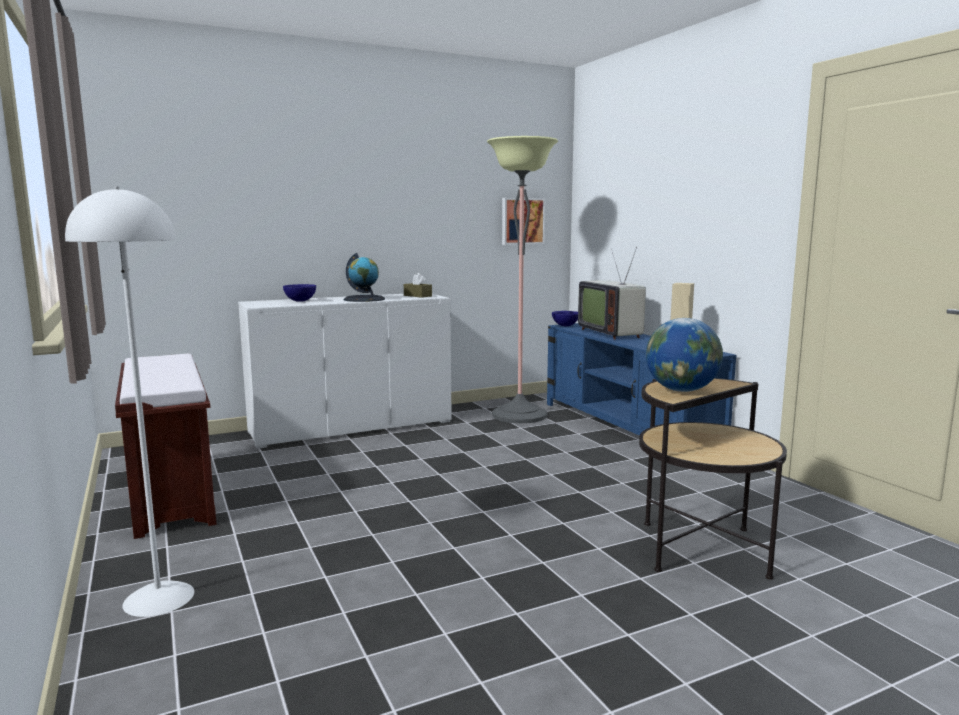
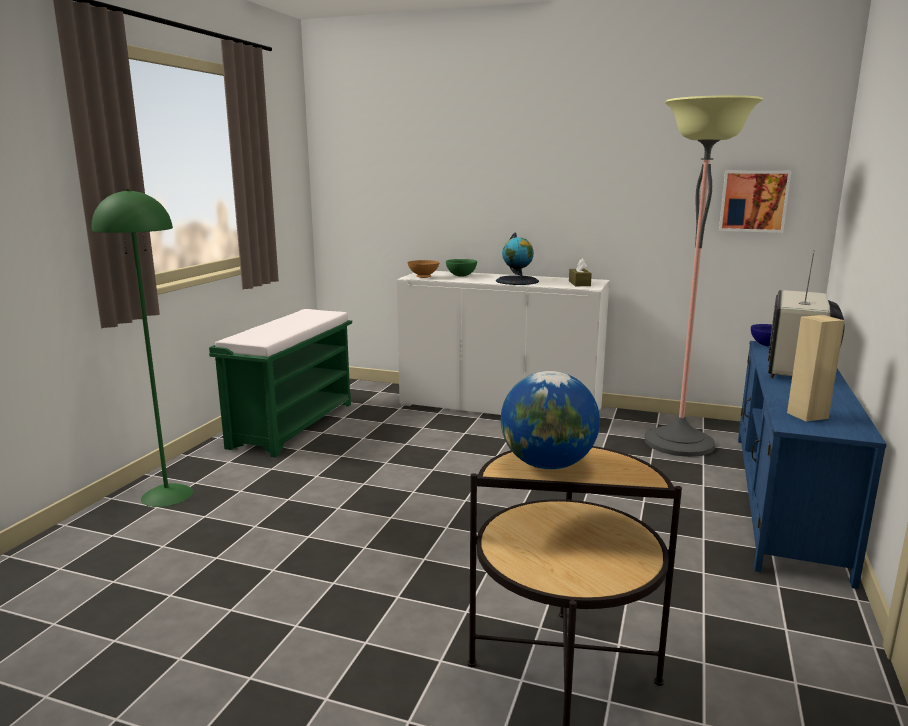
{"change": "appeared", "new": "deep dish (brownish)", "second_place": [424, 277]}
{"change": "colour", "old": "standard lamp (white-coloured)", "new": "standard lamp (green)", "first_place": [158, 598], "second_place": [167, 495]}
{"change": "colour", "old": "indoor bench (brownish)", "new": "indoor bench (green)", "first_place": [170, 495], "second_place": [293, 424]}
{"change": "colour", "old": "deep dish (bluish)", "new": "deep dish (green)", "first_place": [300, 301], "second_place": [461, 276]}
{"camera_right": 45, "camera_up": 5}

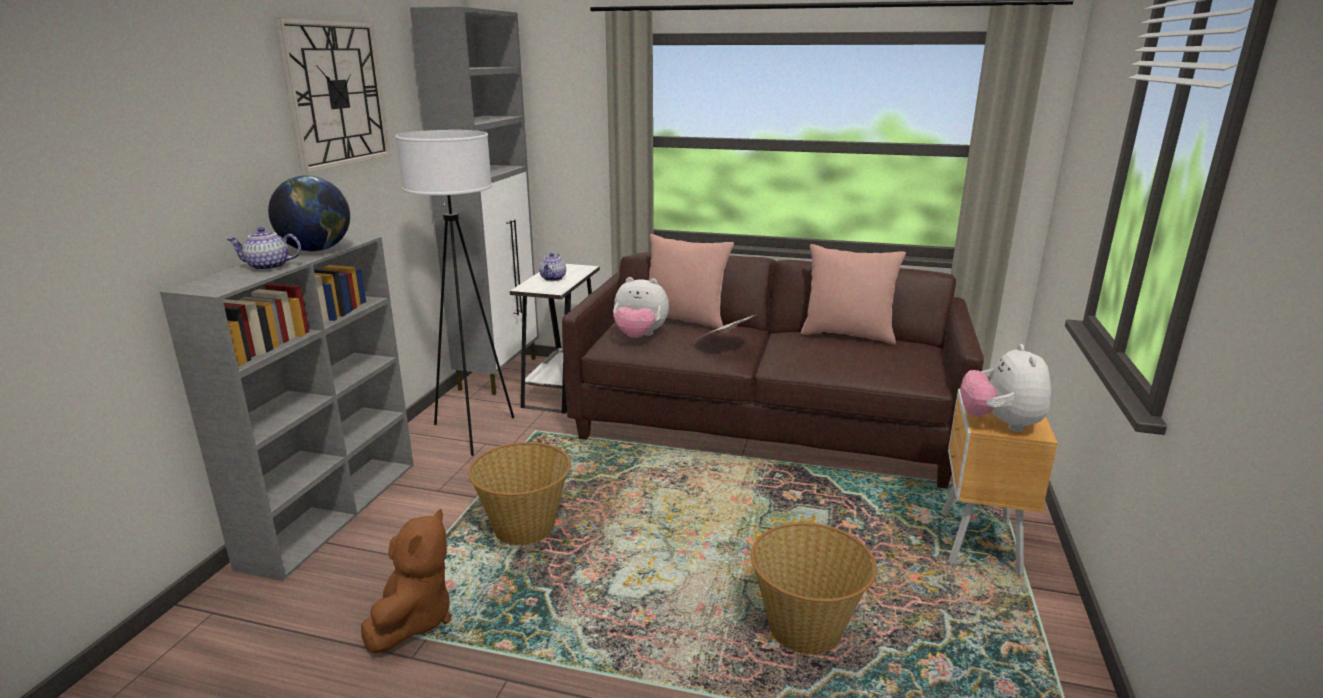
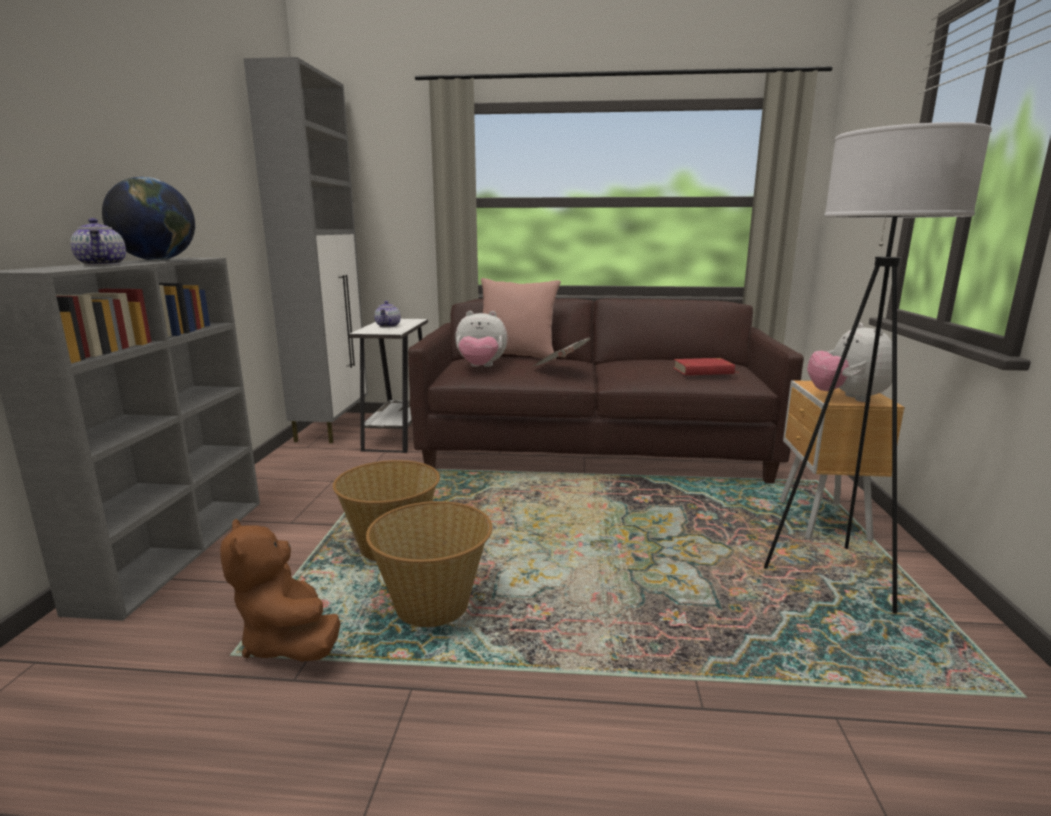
{"change": "missing", "old": "clock on the wall", "first_place": [336, 94]}
{"change": "missing", "old": "cushion (pink-coloured)", "first_place": [847, 335]}
{"change": "appeared", "new": "book (reddish)", "second_place": [703, 371]}
{"change": "relocated", "old": "standard lamp (white-coloured)", "first_place": [473, 432], "second_place": [834, 576]}
{"change": "relocated", "old": "storage basket", "first_place": [806, 628], "second_place": [434, 604]}
{"change": "spun", "old": "pot for tea", "first_place": [268, 267], "second_place": [103, 264], "degrees": -105}
{"change": "spun", "old": "plush toy (brownish)", "first_place": [413, 620], "second_place": [288, 642], "degrees": 150}
{"camera_right": -10, "camera_up": -5}

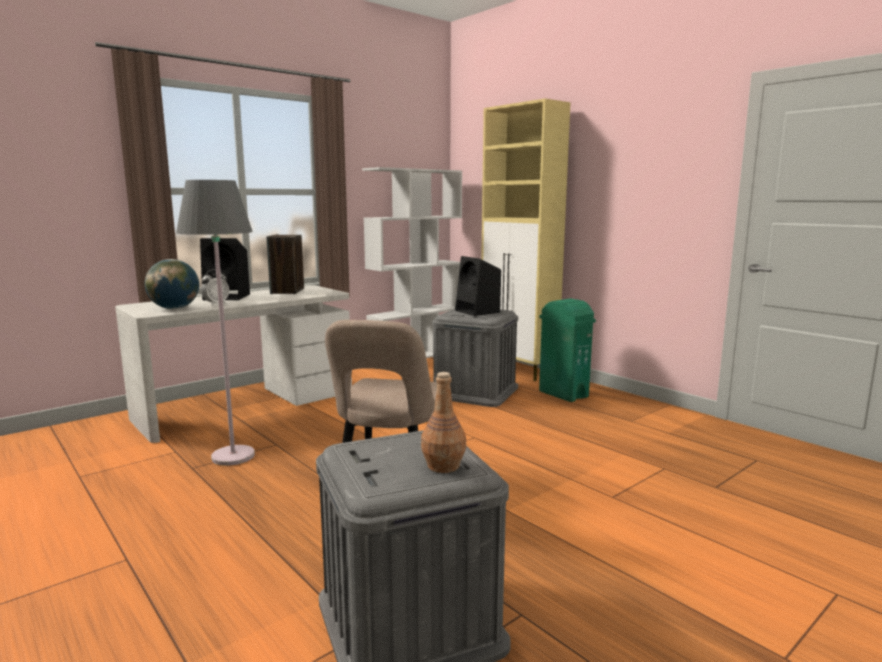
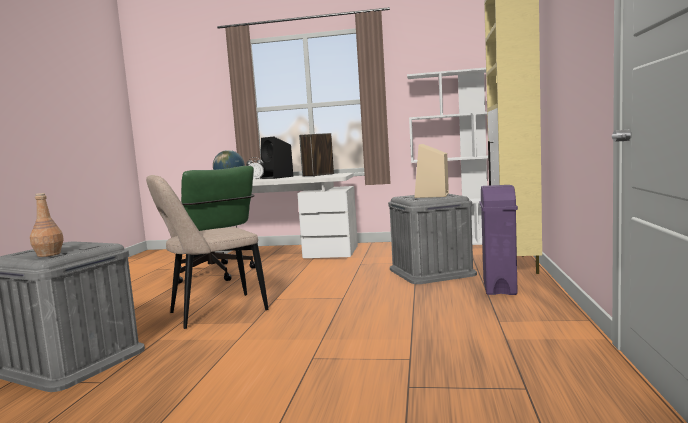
{"change": "exchanged", "old": "standard lamp (gray)", "new": "computer chair (green)", "first_place": [233, 456], "second_place": [215, 275]}
{"change": "colour", "old": "audio speaker (blackish)", "new": "audio speaker (beige-coloured)", "first_place": [478, 311], "second_place": [432, 195]}
{"change": "colour", "old": "rubbish bin (green)", "new": "rubbish bin (purplish)", "first_place": [563, 394], "second_place": [499, 288]}
{"camera_right": 50, "camera_up": -5}

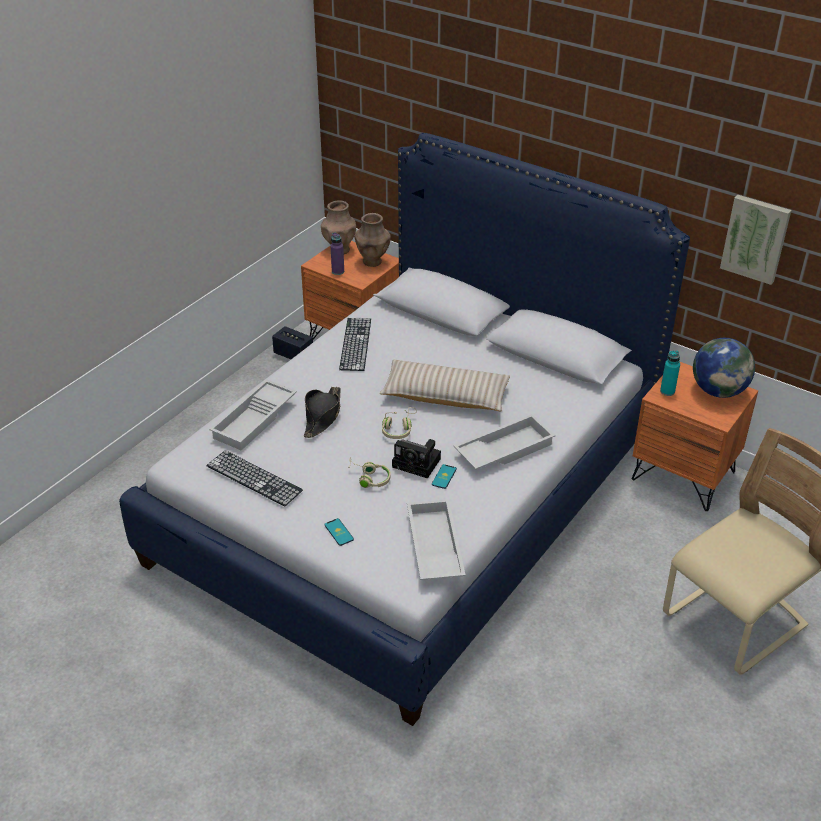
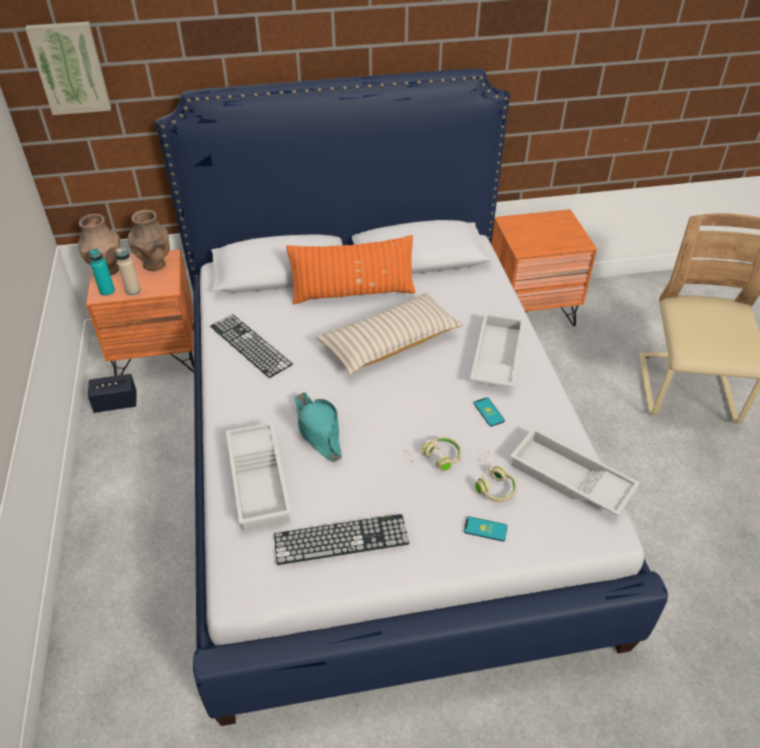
{"change": "missing", "old": "still camera", "first_place": [418, 463]}
{"change": "missing", "old": "desk globe", "first_place": [718, 391]}
{"change": "appeared", "new": "cushion (orangey)", "second_place": [353, 293]}
{"change": "relocated", "old": "pair of headphones (beige-coloured)", "first_place": [399, 429], "second_place": [492, 484]}
{"change": "relocated", "old": "drink bottle (turquoise)", "first_place": [667, 391], "second_place": [107, 291]}
{"change": "relocated", "old": "picture", "first_place": [756, 238], "second_place": [70, 68]}
{"change": "colour", "old": "wearable hat (blackish)", "new": "wearable hat (turquoise)", "first_place": [322, 416], "second_place": [318, 431]}
{"change": "colour", "old": "drink bottle (purplish)", "new": "drink bottle (beige-coloured)", "first_place": [338, 271], "second_place": [133, 290]}
{"camera_right": -45, "camera_up": 5}

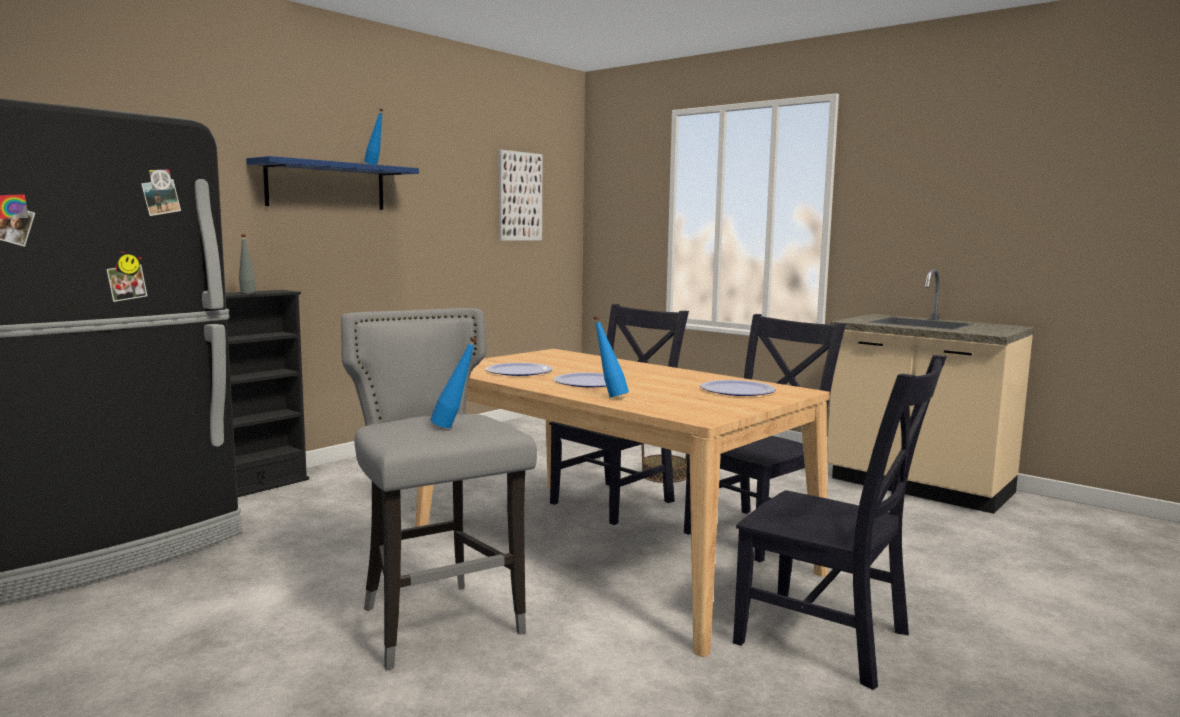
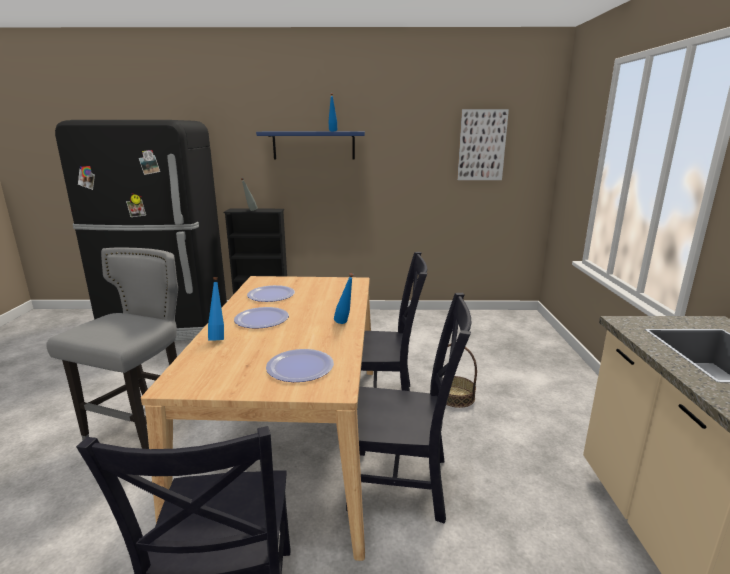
{"change": "relocated", "old": "drink bottle (bluish)", "first_place": [454, 427], "second_place": [345, 324]}
{"camera_right": 50, "camera_up": 10}

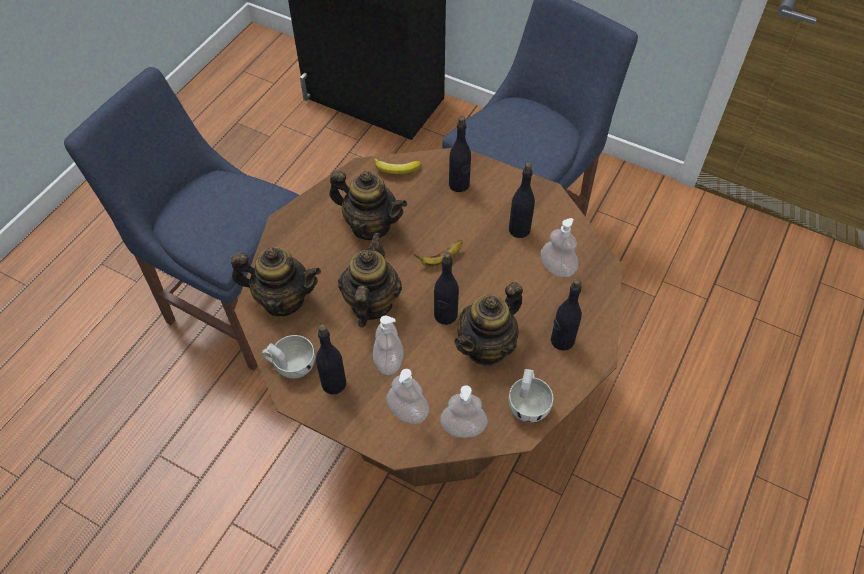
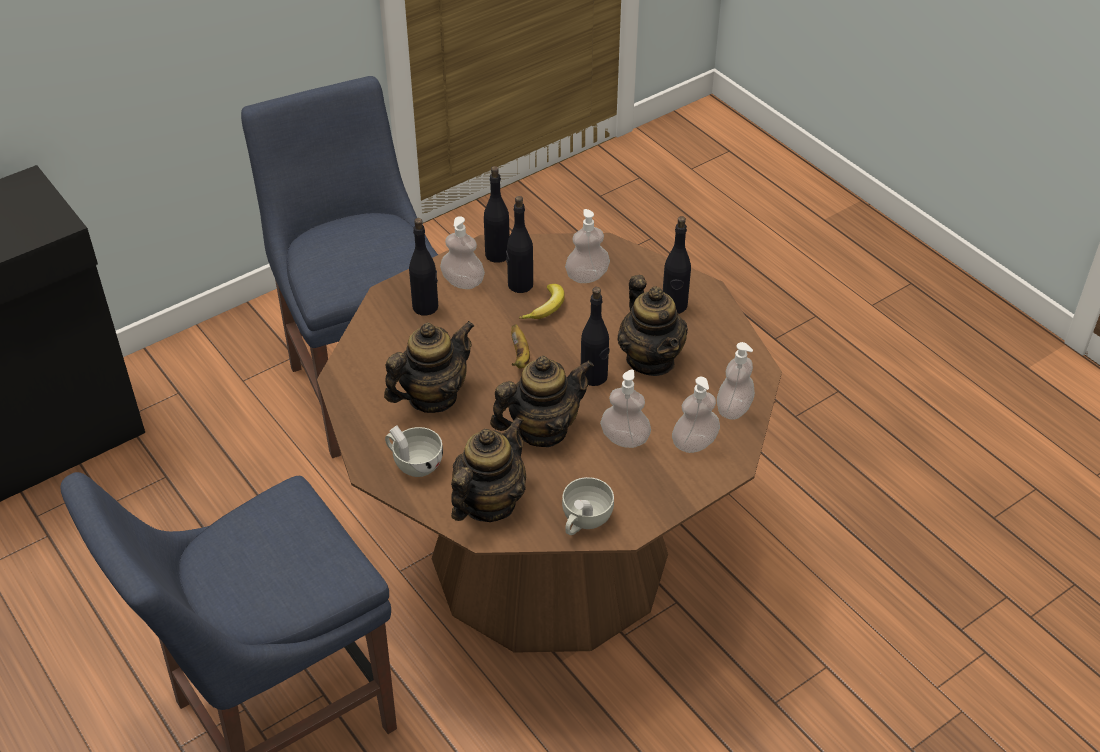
{"change": "appeared", "new": "liquid soap bottle", "second_place": [463, 282]}
{"change": "relocated", "old": "drink bottle (blackish)", "first_place": [334, 383], "second_place": [497, 254]}
{"change": "relocated", "old": "banana fruit", "first_place": [396, 170], "second_place": [546, 307]}
{"change": "relocated", "old": "cup (white-coloured)", "first_place": [528, 403], "second_place": [413, 463]}
{"change": "spun", "old": "pot for tea", "first_place": [371, 303], "second_place": [542, 430], "degrees": 120}
{"camera_right": -65, "camera_up": -10}

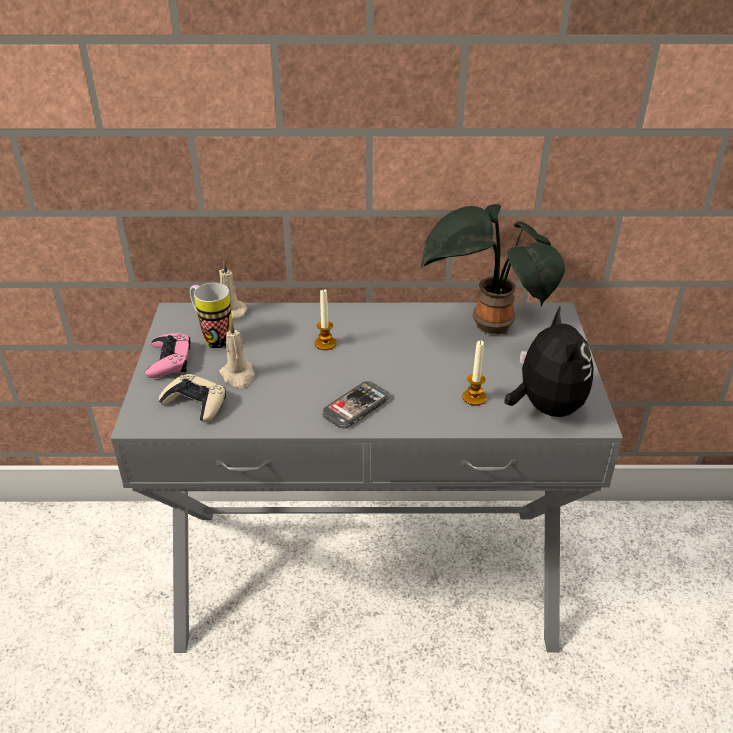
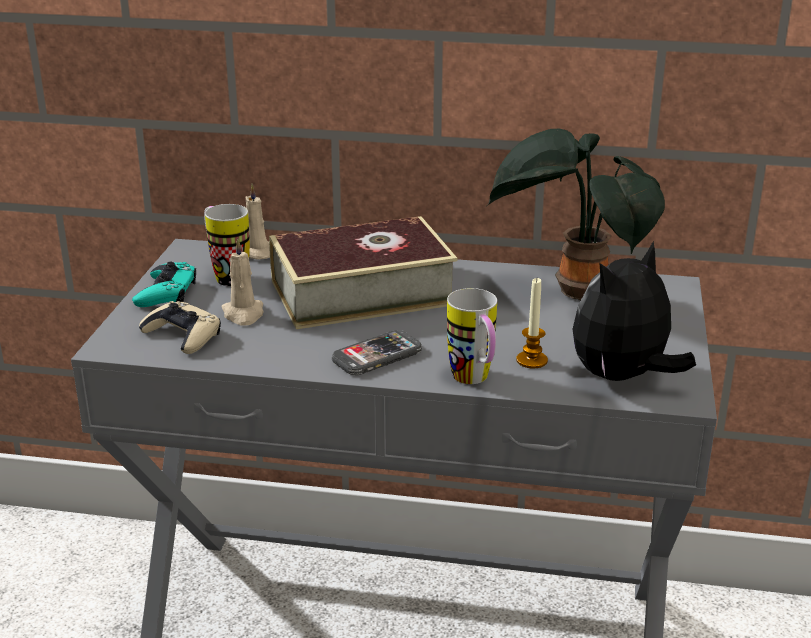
{"change": "appeared", "new": "mug", "second_place": [474, 381]}
{"change": "exchanged", "old": "wax candle", "new": "book", "first_place": [325, 343], "second_place": [361, 292]}
{"change": "colour", "old": "gamepad (pink-coloured)", "new": "gamepad (turquoise)", "first_place": [169, 360], "second_place": [166, 293]}
{"change": "spun", "old": "plush toy", "first_place": [545, 407], "second_place": [622, 377], "degrees": -135}
{"camera_right": 10, "camera_up": -10}

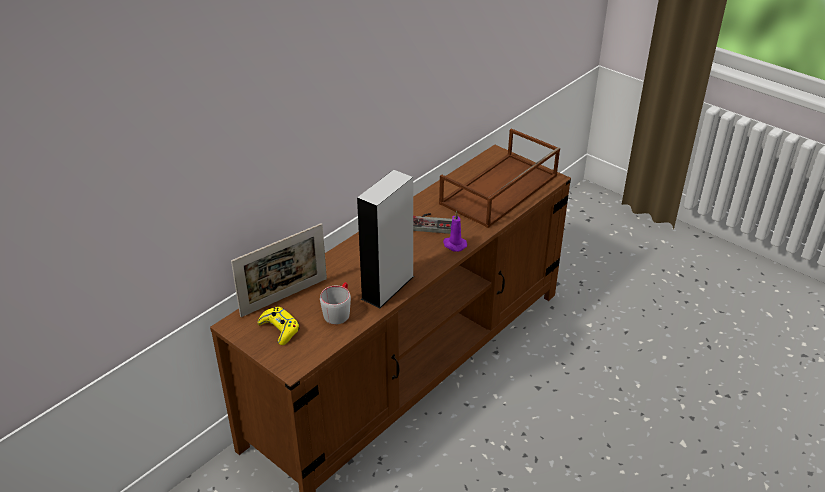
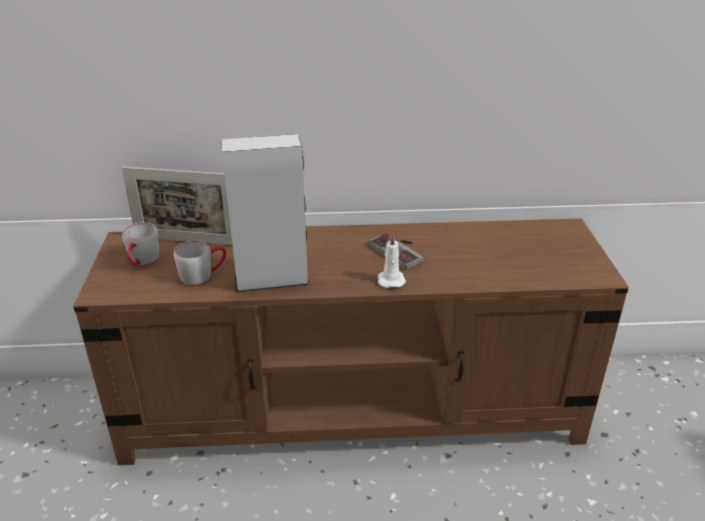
{"change": "missing", "old": "tray (brownish)", "first_place": [499, 190]}
{"change": "exchanged", "old": "gamepad (yellow)", "new": "mug (gray)", "first_place": [280, 329], "second_place": [142, 261]}
{"change": "colour", "old": "wax candle (purplish)", "new": "wax candle (white-coloured)", "first_place": [454, 244], "second_place": [390, 279]}
{"camera_right": 45, "camera_up": -5}

